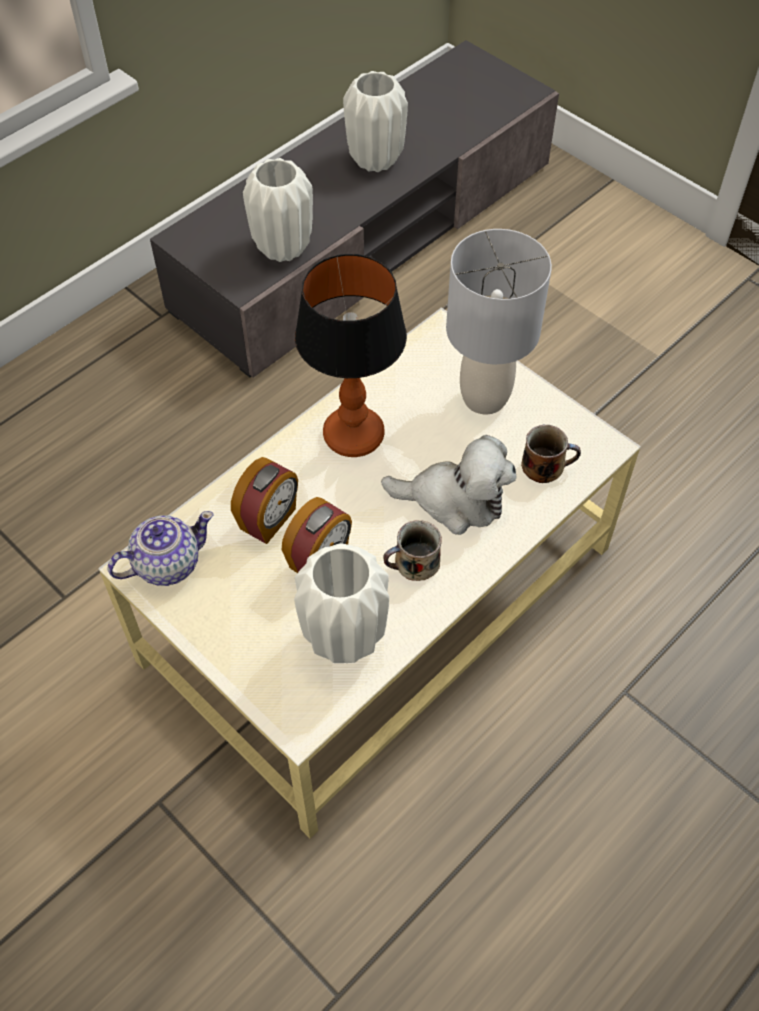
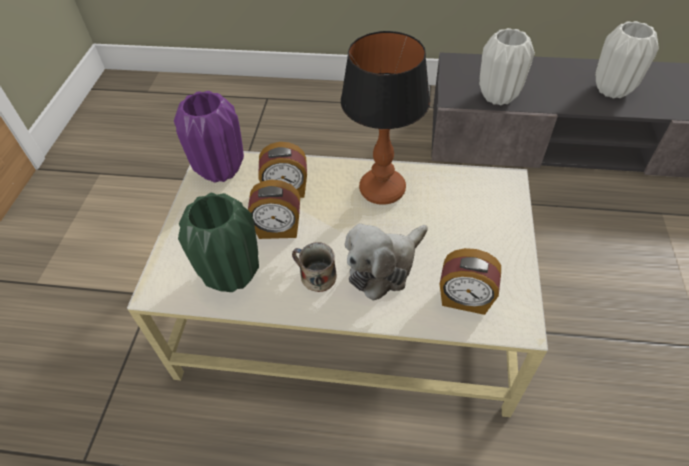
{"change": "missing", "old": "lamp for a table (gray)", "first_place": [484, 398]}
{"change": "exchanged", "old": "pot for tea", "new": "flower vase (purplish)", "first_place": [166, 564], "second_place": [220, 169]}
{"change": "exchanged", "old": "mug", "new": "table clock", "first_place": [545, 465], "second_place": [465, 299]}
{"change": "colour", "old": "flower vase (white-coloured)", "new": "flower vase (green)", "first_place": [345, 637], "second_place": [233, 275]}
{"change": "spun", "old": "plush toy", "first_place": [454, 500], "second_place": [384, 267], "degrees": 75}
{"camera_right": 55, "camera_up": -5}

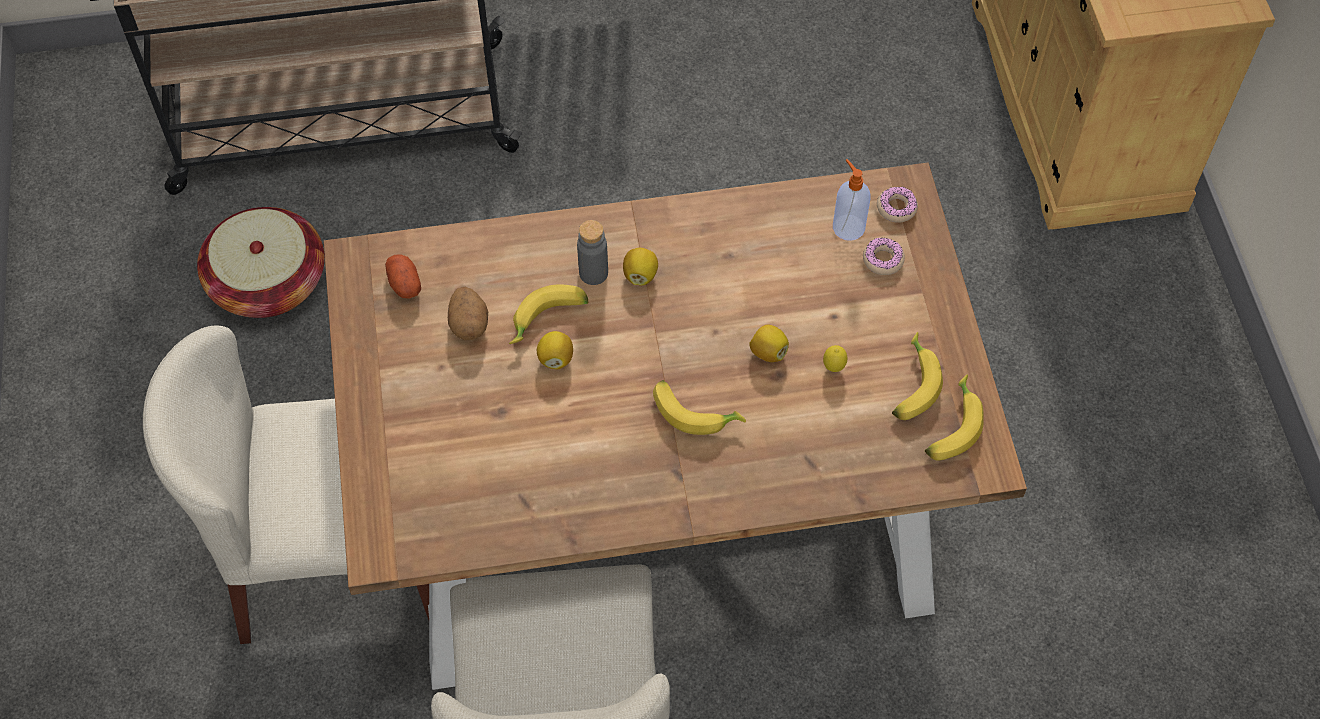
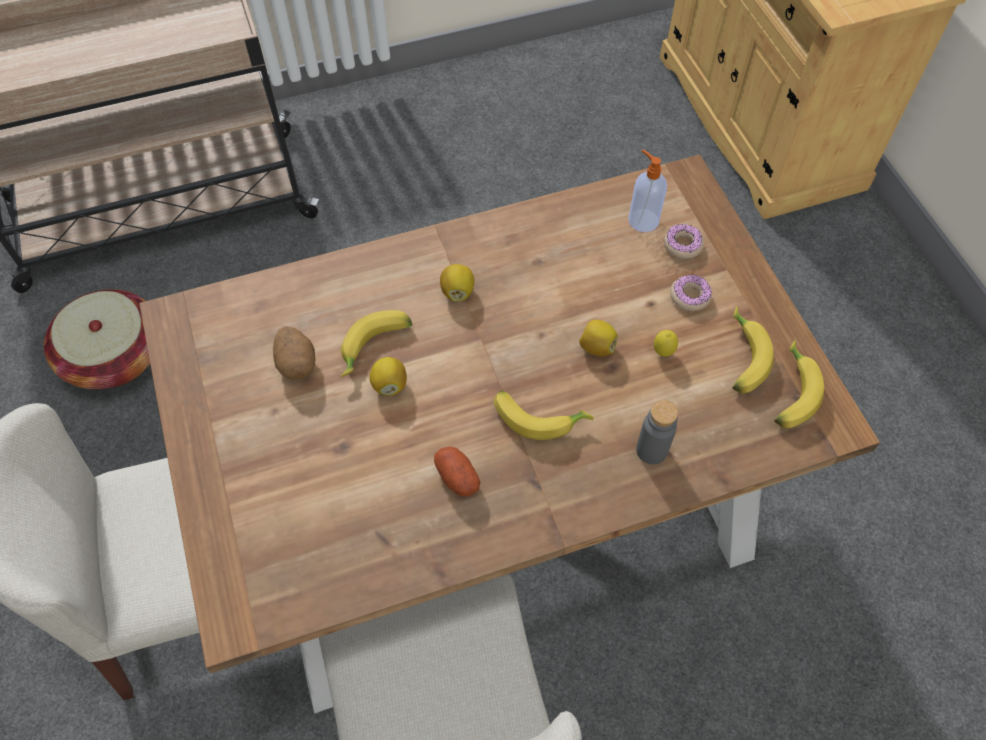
{"change": "relocated", "old": "whole potato", "first_place": [404, 283], "second_place": [457, 477]}
{"change": "relocated", "old": "drink bottle (gray)", "first_place": [593, 273], "second_place": [651, 450]}
{"change": "relocated", "old": "doughnut", "first_place": [896, 208], "second_place": [690, 296]}
{"camera_right": -10, "camera_up": 0}

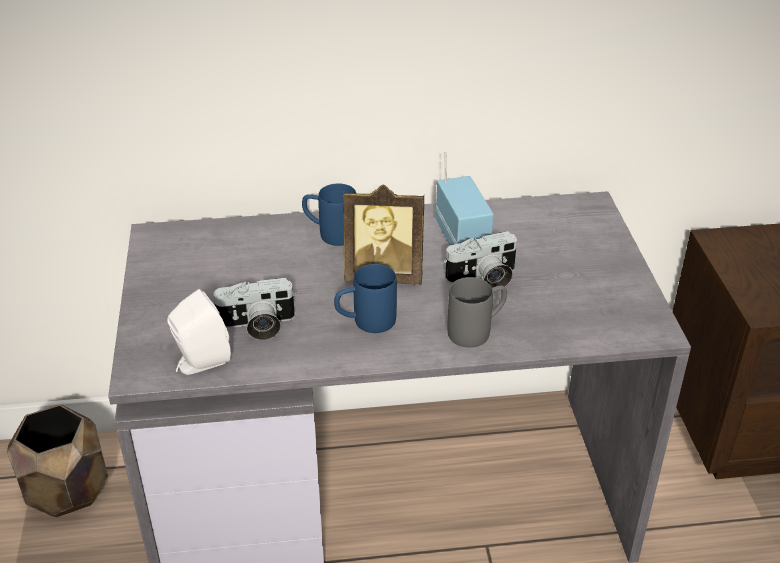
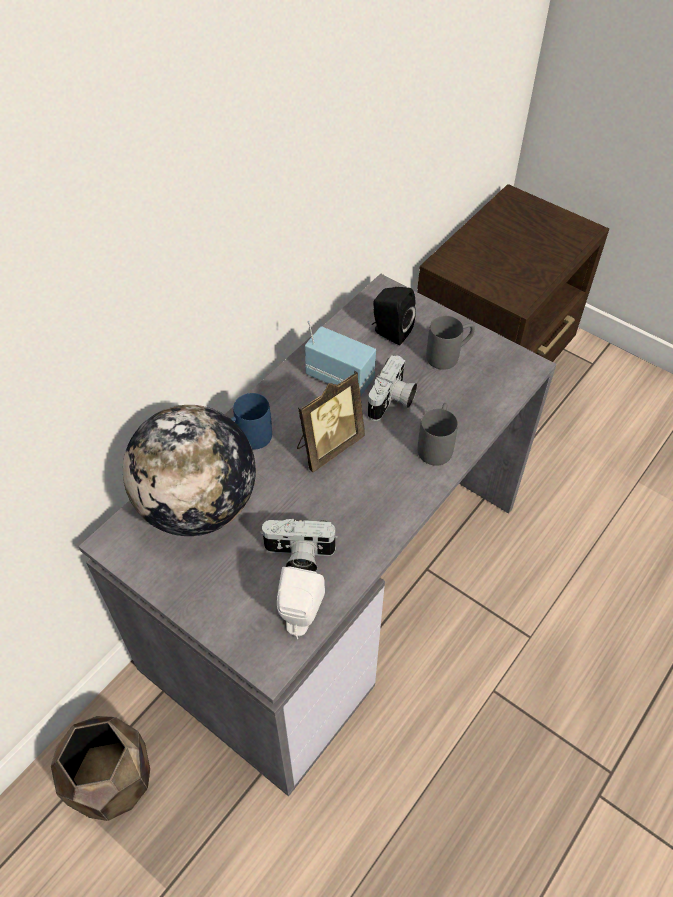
{"change": "missing", "old": "mug (bluish)", "first_place": [365, 322]}
{"change": "appeared", "new": "desk globe", "second_place": [198, 506]}
{"change": "appeared", "new": "audio speaker (blackish)", "second_place": [390, 332]}
{"change": "appeared", "new": "mug (gray)", "second_place": [449, 355]}
{"change": "spun", "old": "still camera", "first_place": [257, 326], "second_place": [298, 556], "degrees": 60}
{"camera_right": -45, "camera_up": 15}

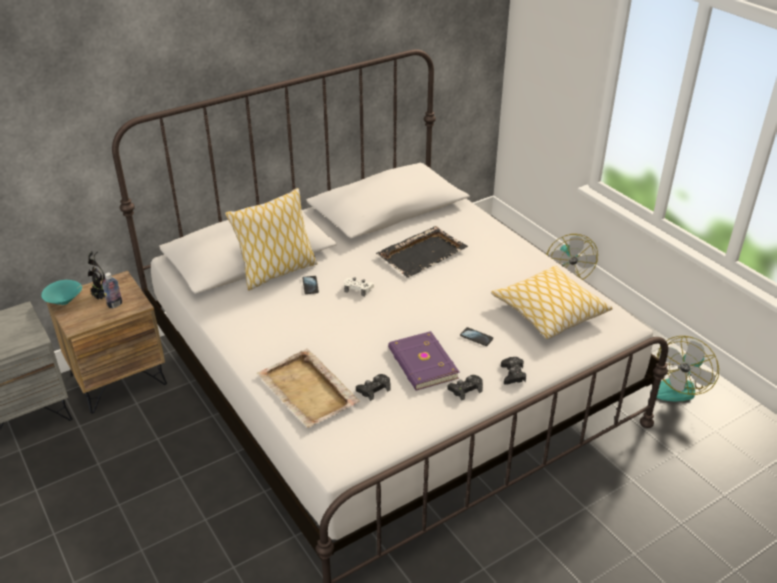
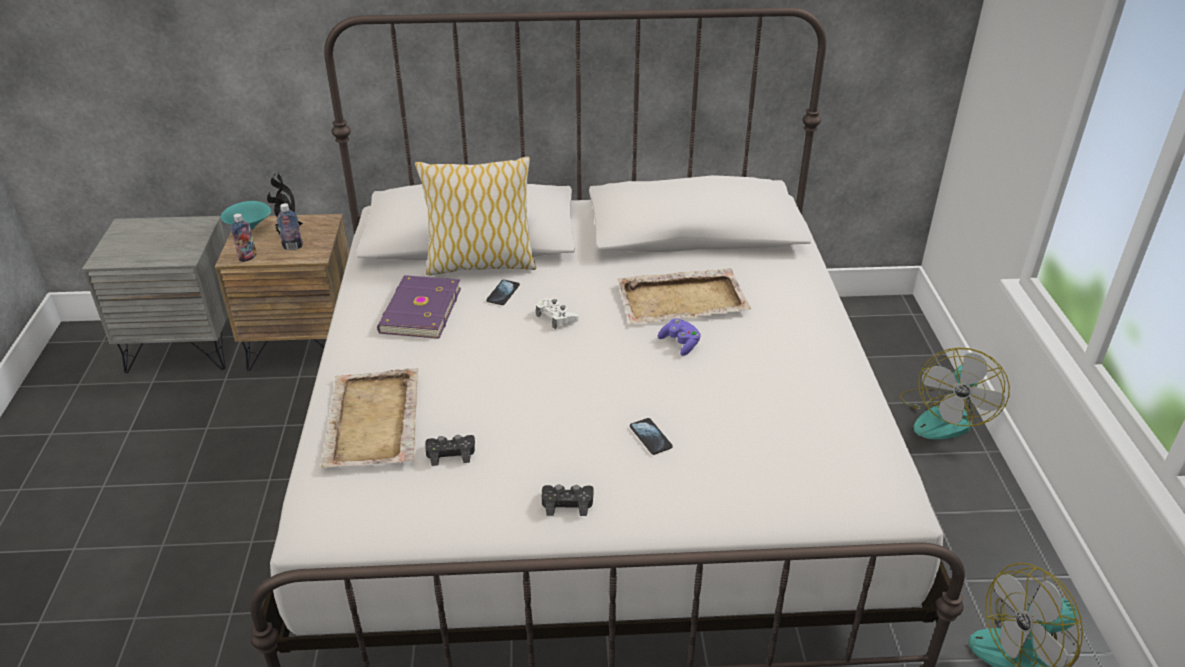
{"change": "missing", "old": "cushion", "first_place": [549, 312]}
{"change": "missing", "old": "gamepad (blackish)", "first_place": [513, 374]}
{"change": "appeared", "new": "drink bottle", "second_place": [248, 257]}
{"change": "appeared", "new": "gamepad (purplish)", "second_place": [680, 344]}
{"change": "relocated", "old": "book (purplish)", "first_place": [421, 364], "second_place": [419, 311]}
{"change": "colour", "old": "tray (blackish)", "new": "tray (beige-coloured)", "first_place": [423, 253], "second_place": [683, 300]}
{"camera_right": 30, "camera_up": 0}

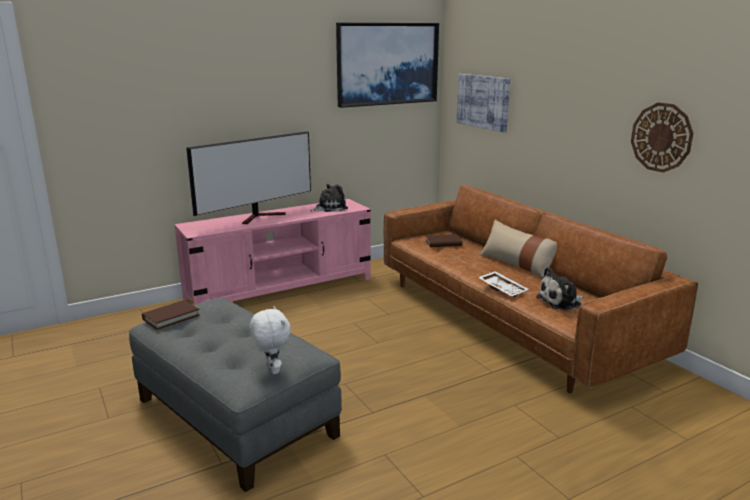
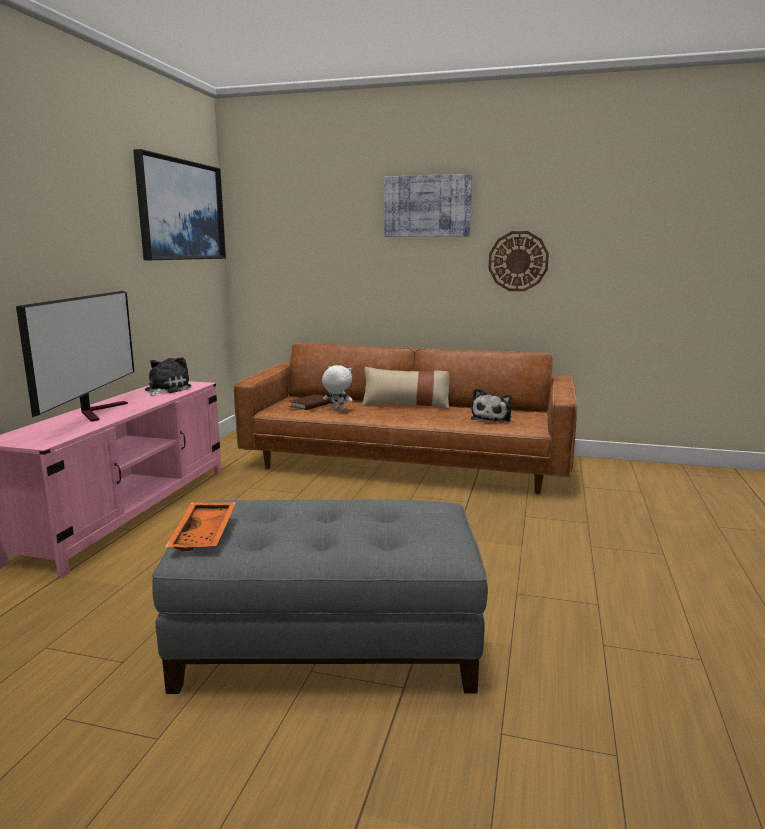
{"change": "missing", "old": "tray (white-coloured)", "first_place": [503, 289]}
{"change": "relocated", "old": "plush toy (white-coloured)", "first_place": [272, 370], "second_place": [337, 409]}
{"change": "relocated", "old": "picture", "first_place": [483, 101], "second_place": [427, 206]}
{"change": "exchanged", "old": "book (brownish)", "new": "tray (orangey)", "first_place": [171, 317], "second_place": [205, 534]}
{"camera_right": -45, "camera_up": -5}

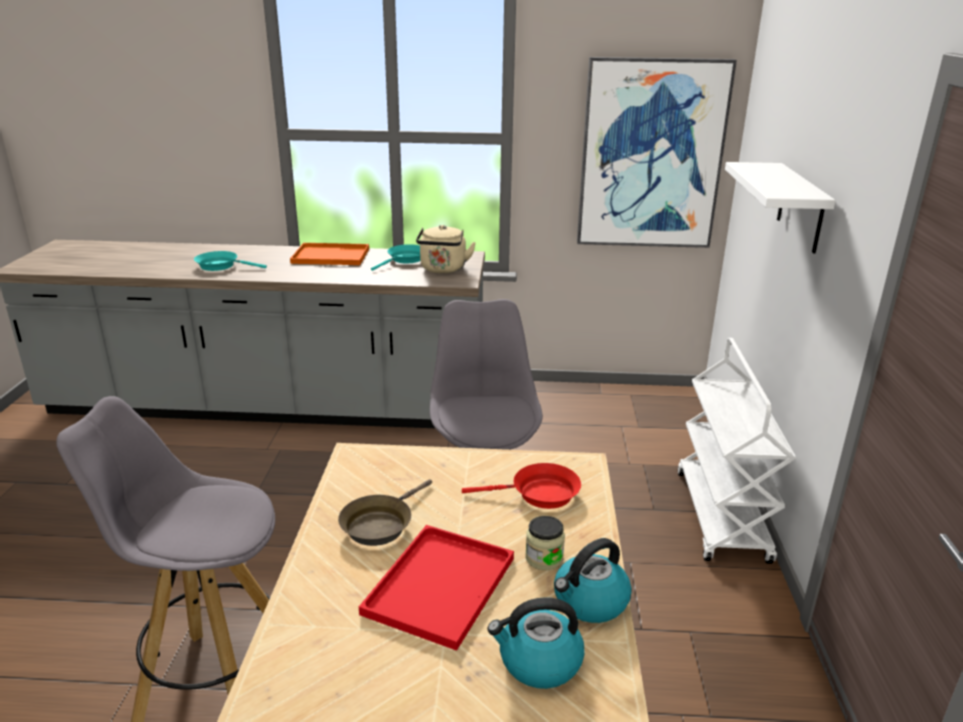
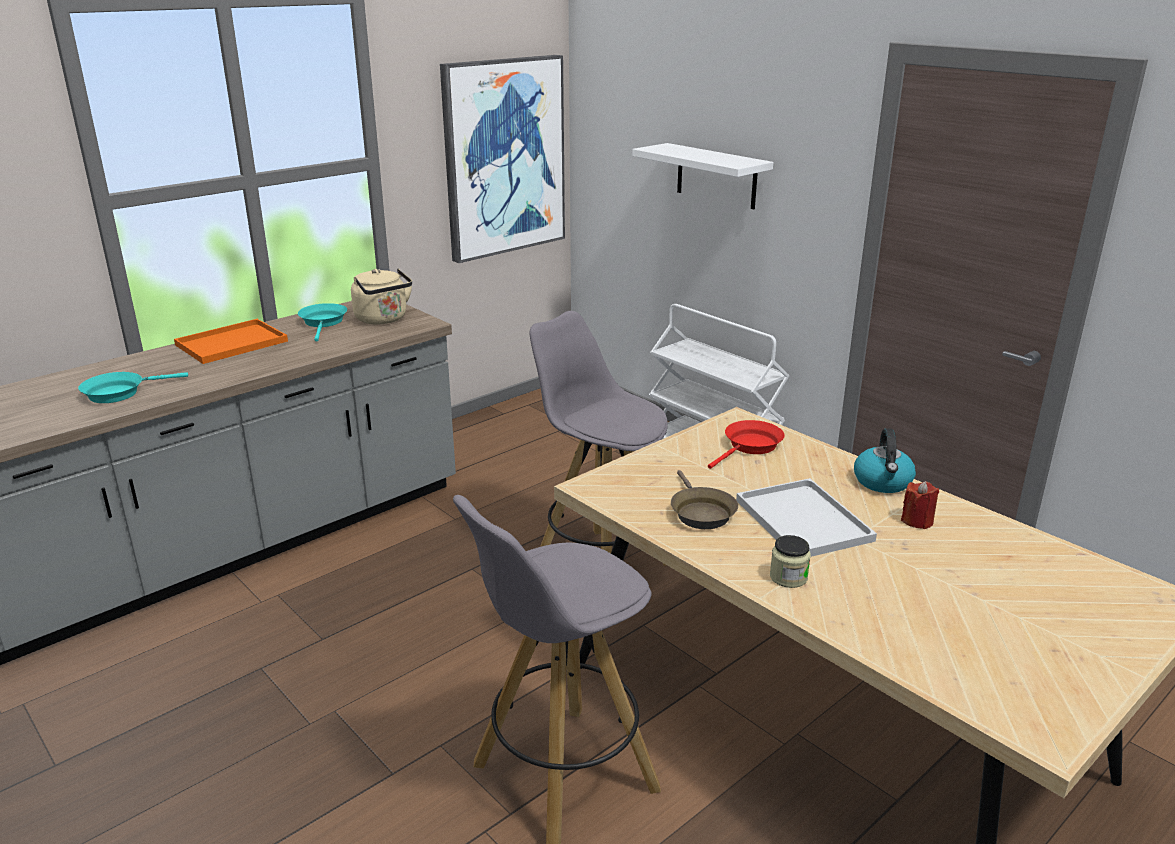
{"change": "relocated", "old": "jar", "first_place": [544, 558], "second_place": [788, 577]}
{"change": "exchanged", "old": "kettle", "new": "wax candle (reddish)", "first_place": [539, 662], "second_place": [917, 521]}
{"change": "colour", "old": "tray (reddish)", "new": "tray (white-coloured)", "first_place": [440, 583], "second_place": [800, 519]}
{"camera_right": -45, "camera_up": 0}

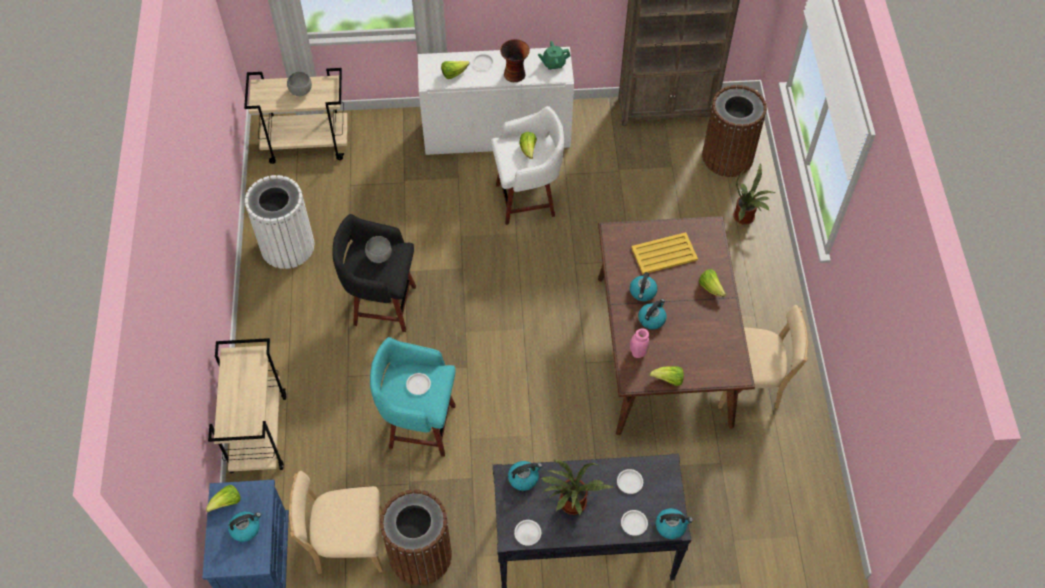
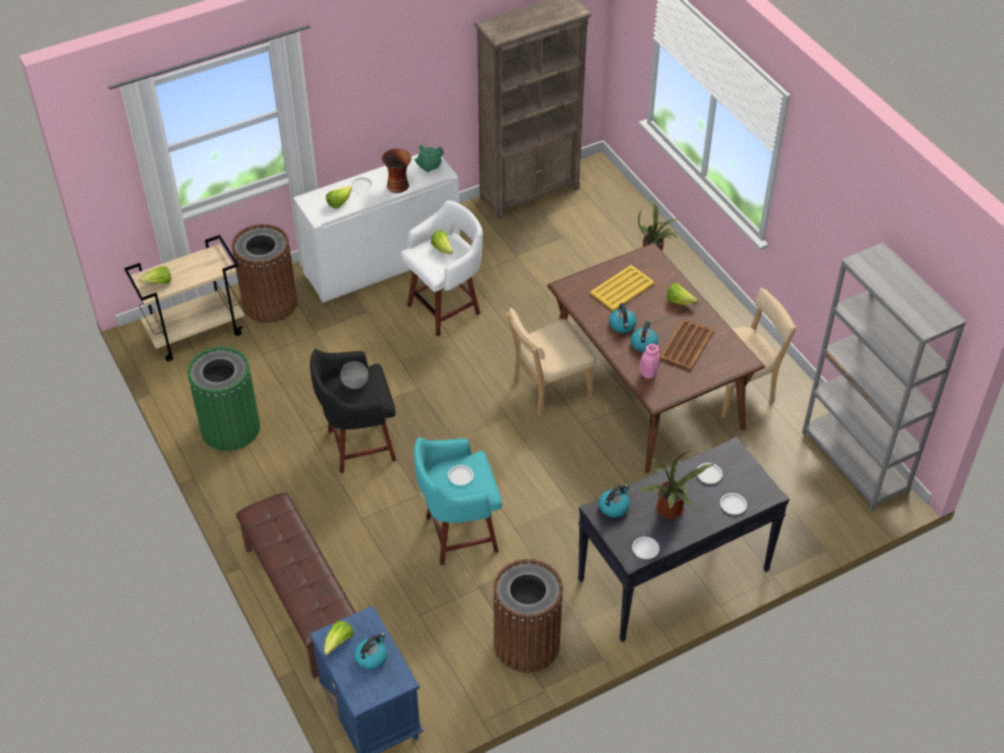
{"change": "missing", "old": "deep dish (gray)", "first_place": [300, 91]}
{"change": "missing", "old": "kettle", "first_place": [671, 526]}
{"change": "appeared", "new": "tray (brownish)", "second_place": [687, 345]}
{"change": "appeared", "new": "shelving unit (gray)", "second_place": [854, 462]}
{"change": "relocated", "old": "plain chair (beige-coloured)", "first_place": [346, 544], "second_place": [548, 389]}
{"change": "relocated", "old": "lettuce", "first_place": [668, 380], "second_place": [159, 283]}
{"change": "relocated", "old": "rubbish bin (brownish)", "first_place": [727, 156], "second_place": [270, 303]}
{"change": "exchanged", "old": "cart (beige-coloured)", "new": "indoor bench (brownish)", "first_place": [258, 432], "second_place": [301, 601]}
{"change": "colour", "old": "rubbish bin (white-coloured)", "new": "rubbish bin (green)", "first_place": [287, 246], "second_place": [230, 428]}
{"camera_right": -25, "camera_up": -10}

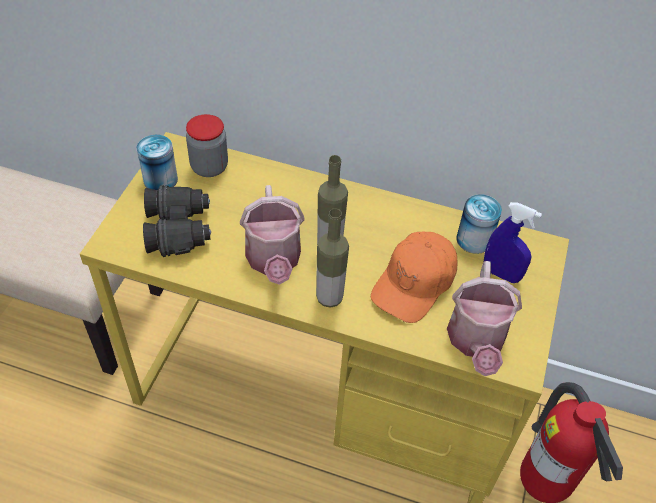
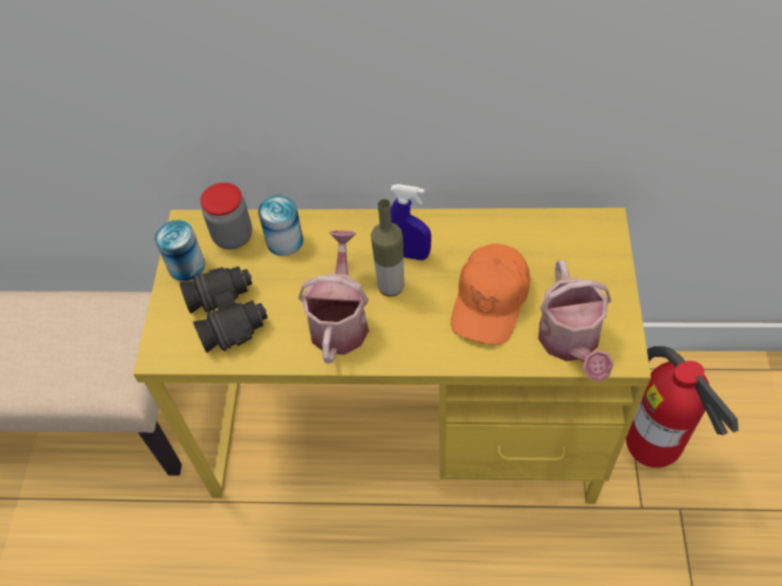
{"change": "missing", "old": "drink bottle", "first_place": [329, 298]}
{"change": "relocated", "old": "can", "first_place": [474, 239], "second_place": [285, 241]}
{"change": "relocated", "old": "spray bottle (bluish)", "first_place": [501, 274], "second_place": [409, 254]}
{"change": "spun", "old": "watering can", "first_place": [274, 261], "second_place": [340, 320], "degrees": -150}
{"camera_right": -10, "camera_up": 5}

